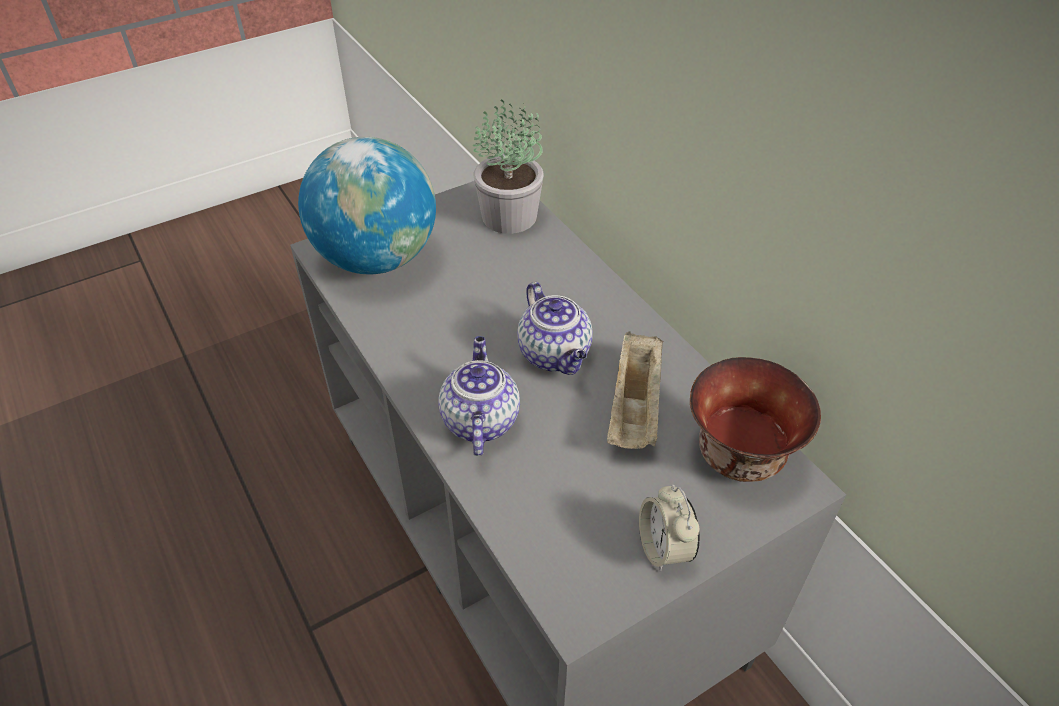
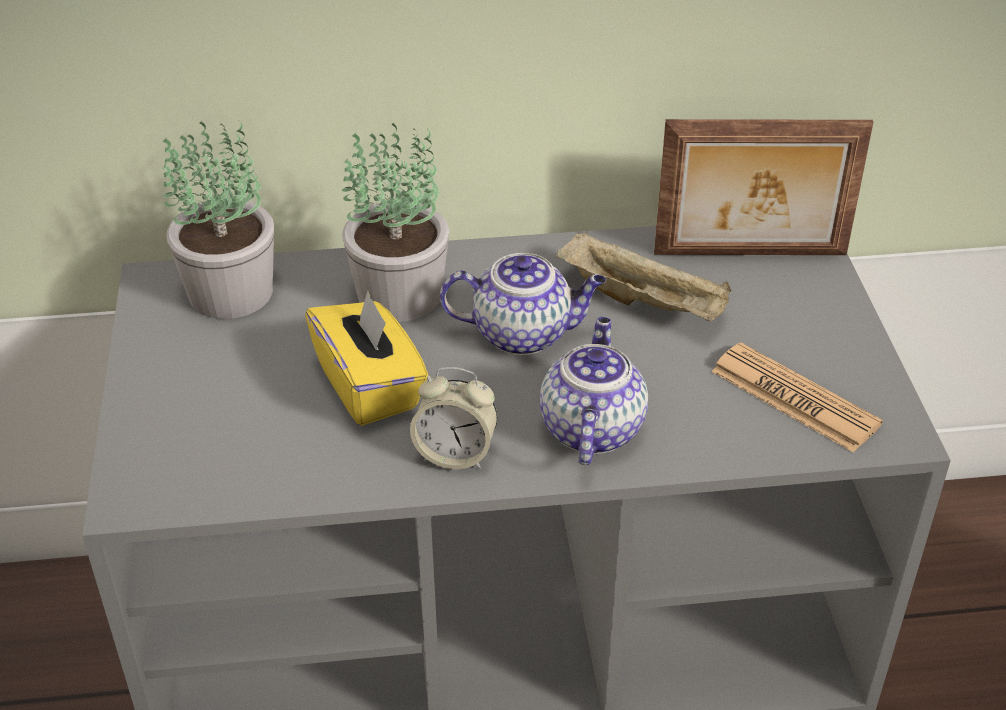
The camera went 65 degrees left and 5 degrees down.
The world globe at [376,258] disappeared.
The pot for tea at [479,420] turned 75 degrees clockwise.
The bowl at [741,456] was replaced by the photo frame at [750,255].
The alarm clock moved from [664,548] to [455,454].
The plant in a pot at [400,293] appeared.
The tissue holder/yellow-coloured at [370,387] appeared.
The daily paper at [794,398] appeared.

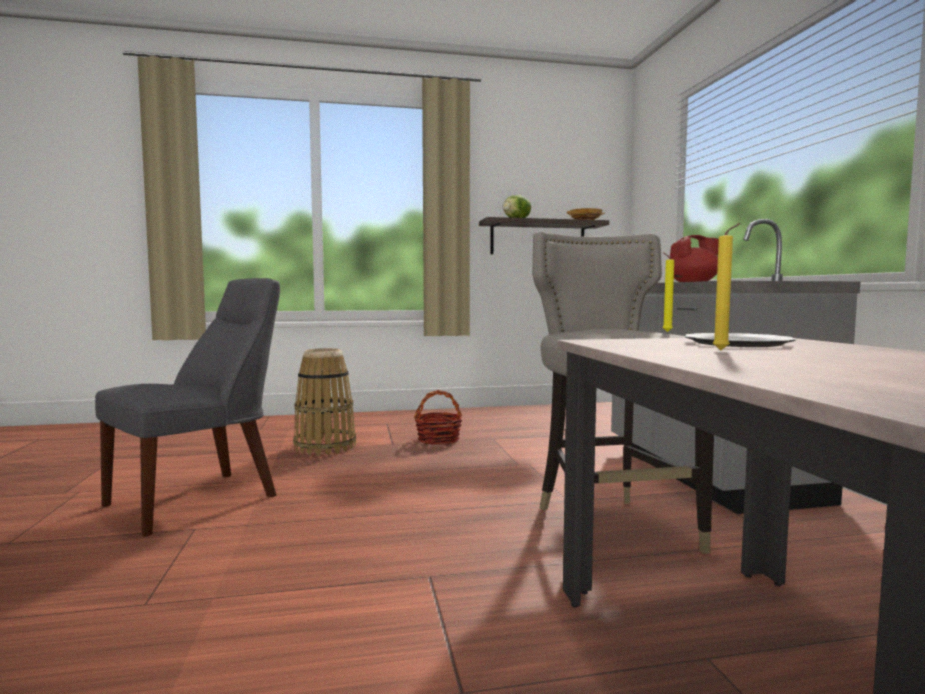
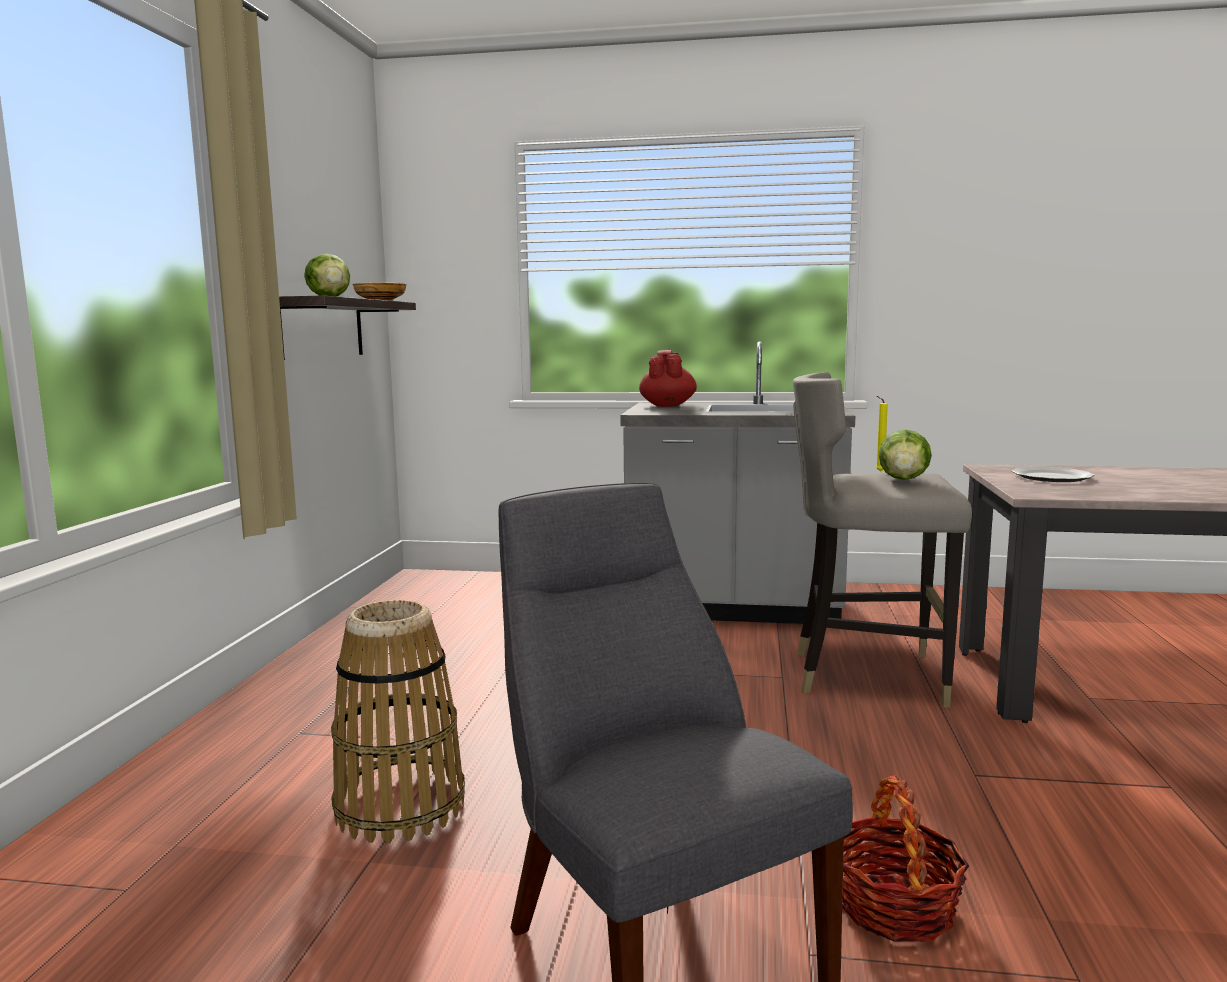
The camera went 70 degrees left and 5 degrees up.
The candle/yellow-coloured at [723,350] disappeared.
The basket moved from [438,439] to [894,907].
The lettuce at [903,479] appeared.

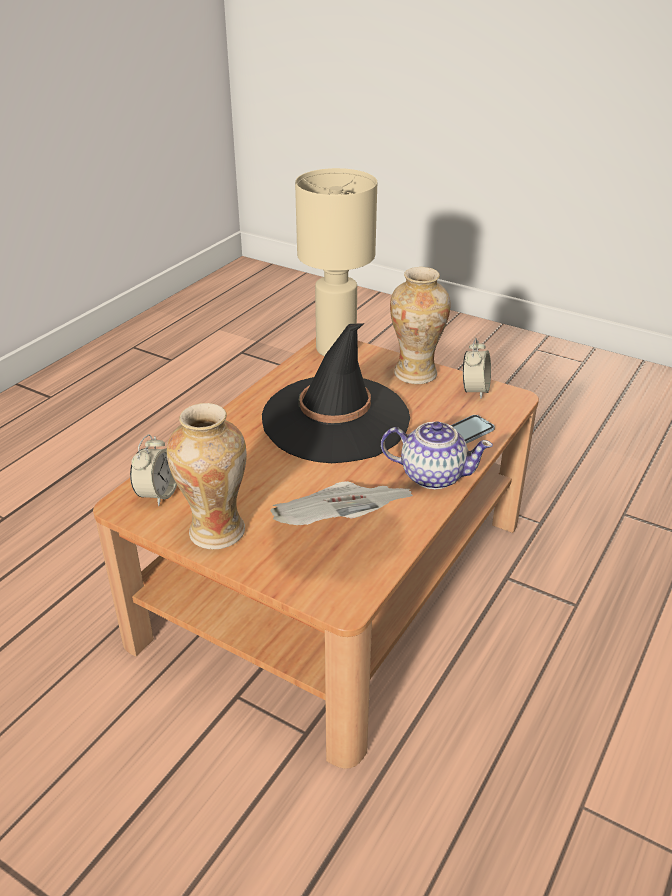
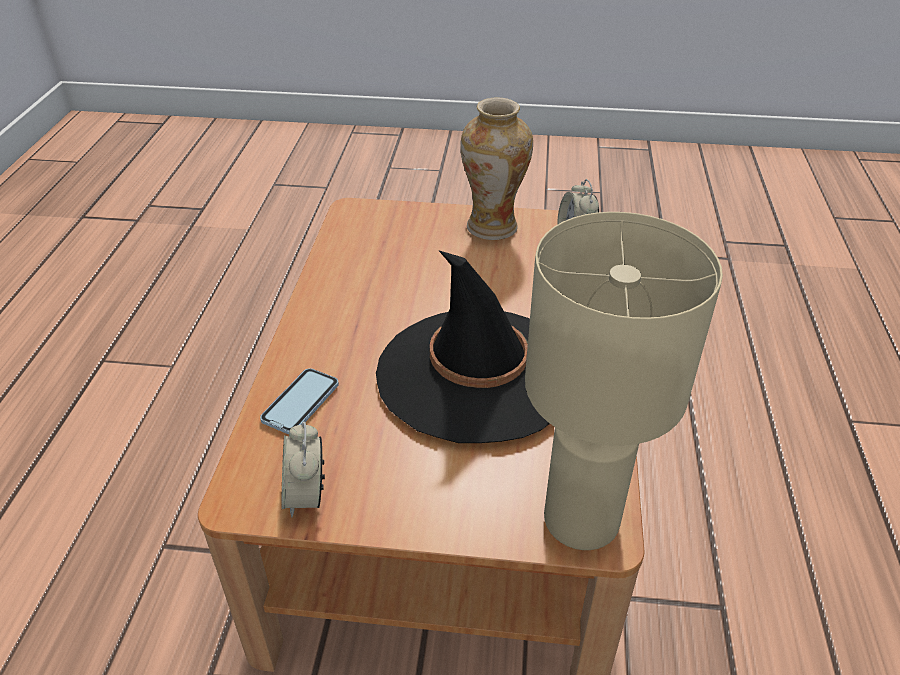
The camera went 155 degrees right and 5 degrees up.
The decorative vase at [415,374] disappeared.
The pot for tea at [432,475] disappeared.
The daily paper at [339,530] disappeared.

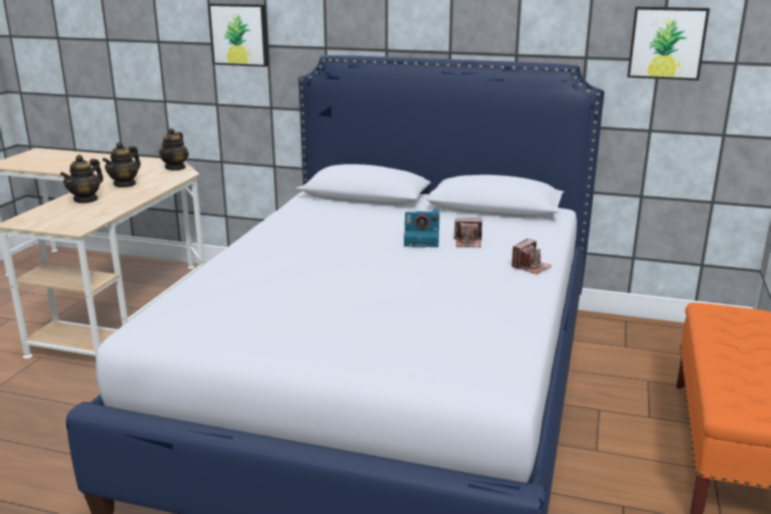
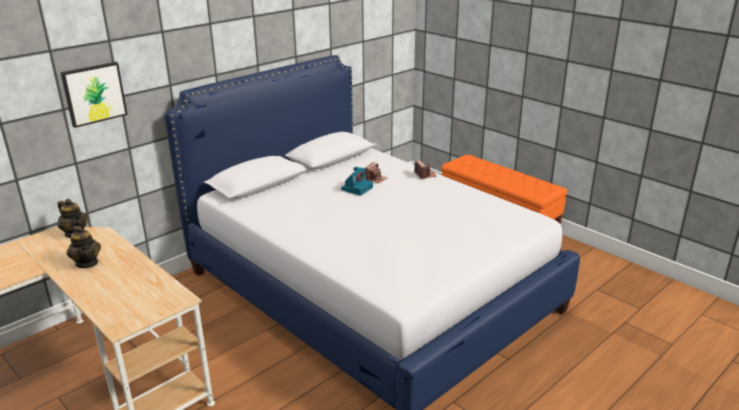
The camera went 60 degrees left and 5 degrees up.
The picture at [667,43] disappeared.
The pot for tea at [86,199] disappeared.

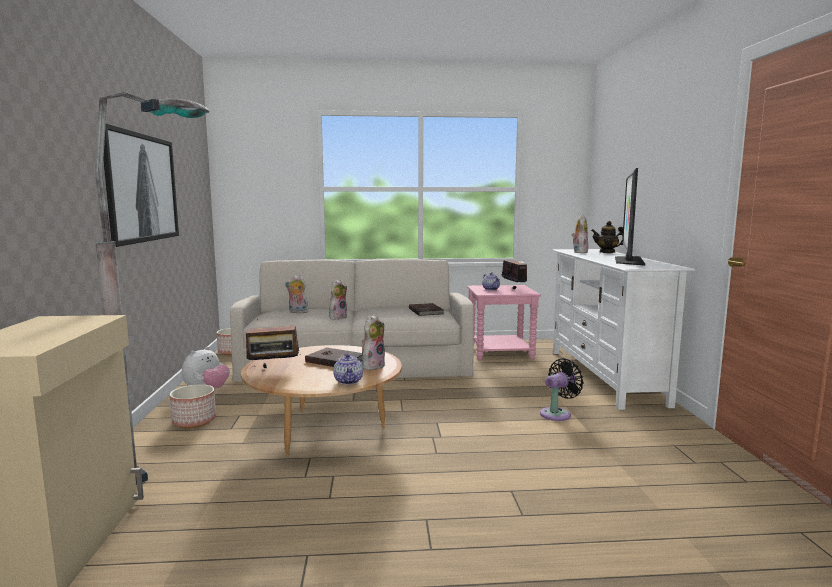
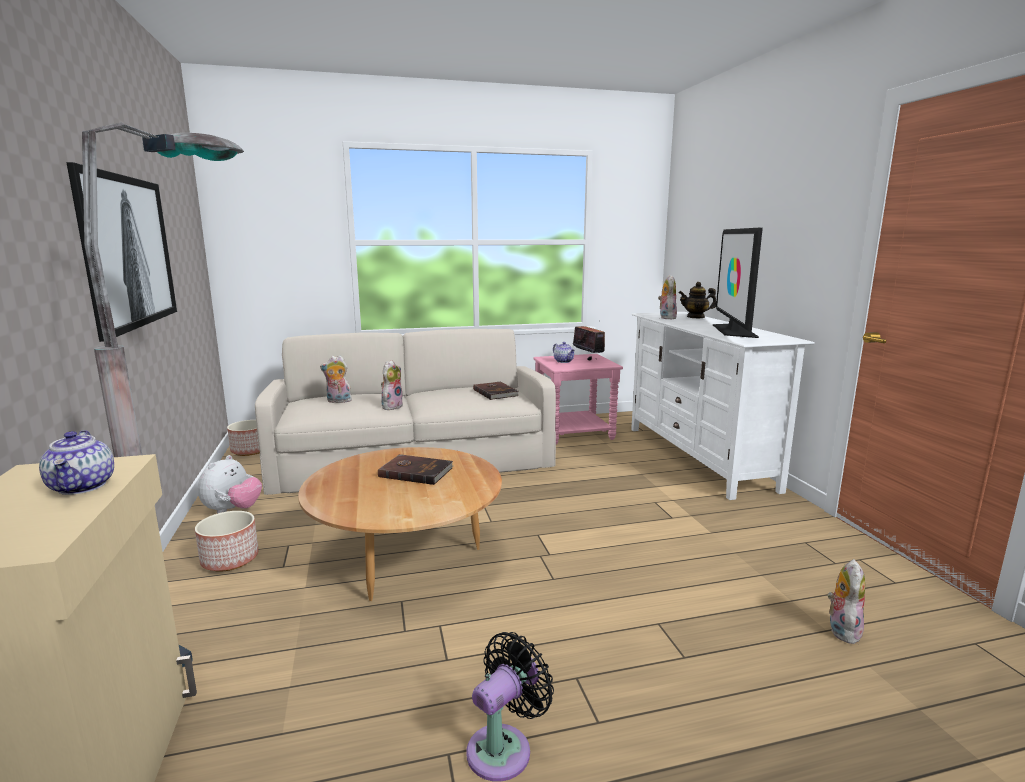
The camera went 10 degrees left and 5 degrees up.
The plush toy moved from [372,366] to [841,629].
The radio at [274,369] disappeared.
The pot for tea moved from [349,381] to [83,486].
The cooling fan/black moved from [557,414] to [504,748].

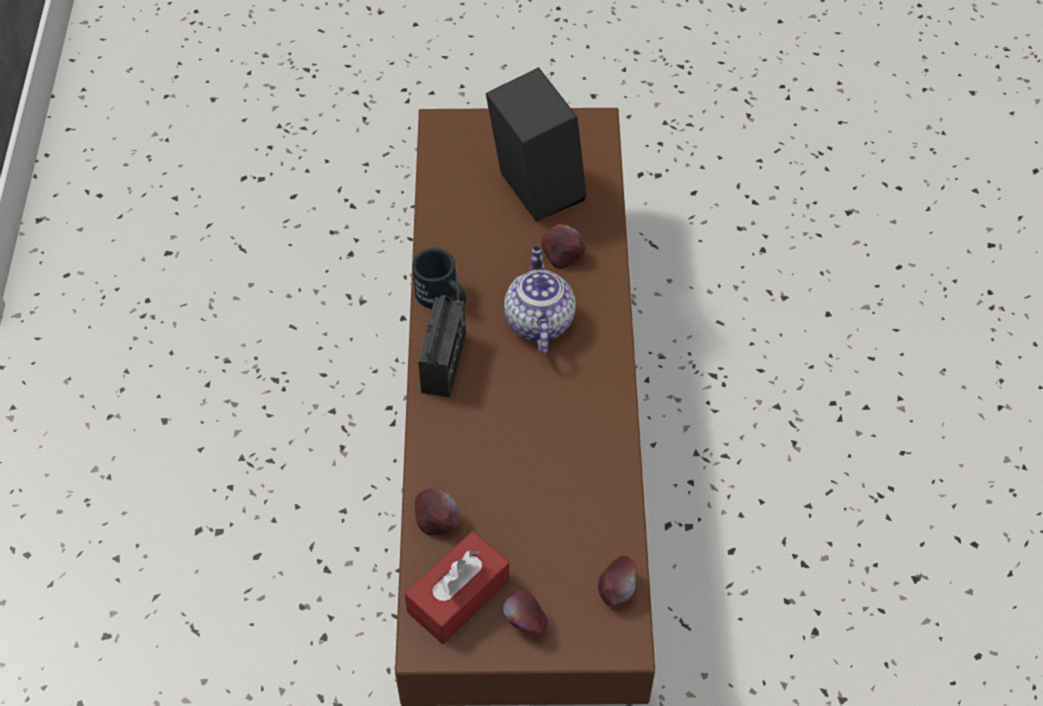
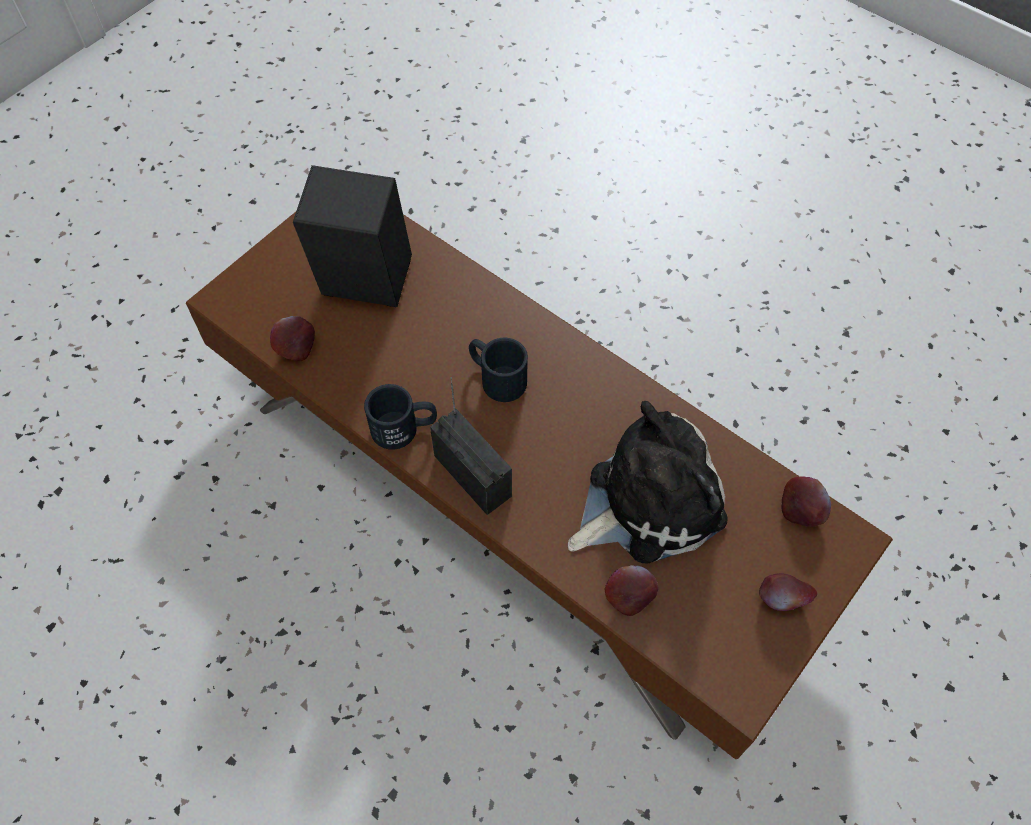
The camera went 50 degrees left and 5 degrees up.
The whole apple moved from [563,256] to [297,348].
The pot for tea at [538,321] was replaced by the coffee mug/black at [496,377].
The tissue holder/red-coloured at [458,596] disappeared.
The plush toy at [647,501] appeared.

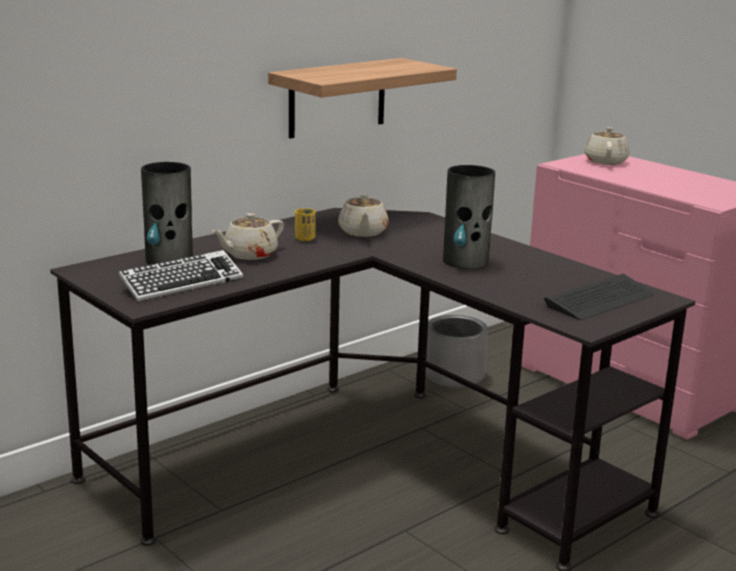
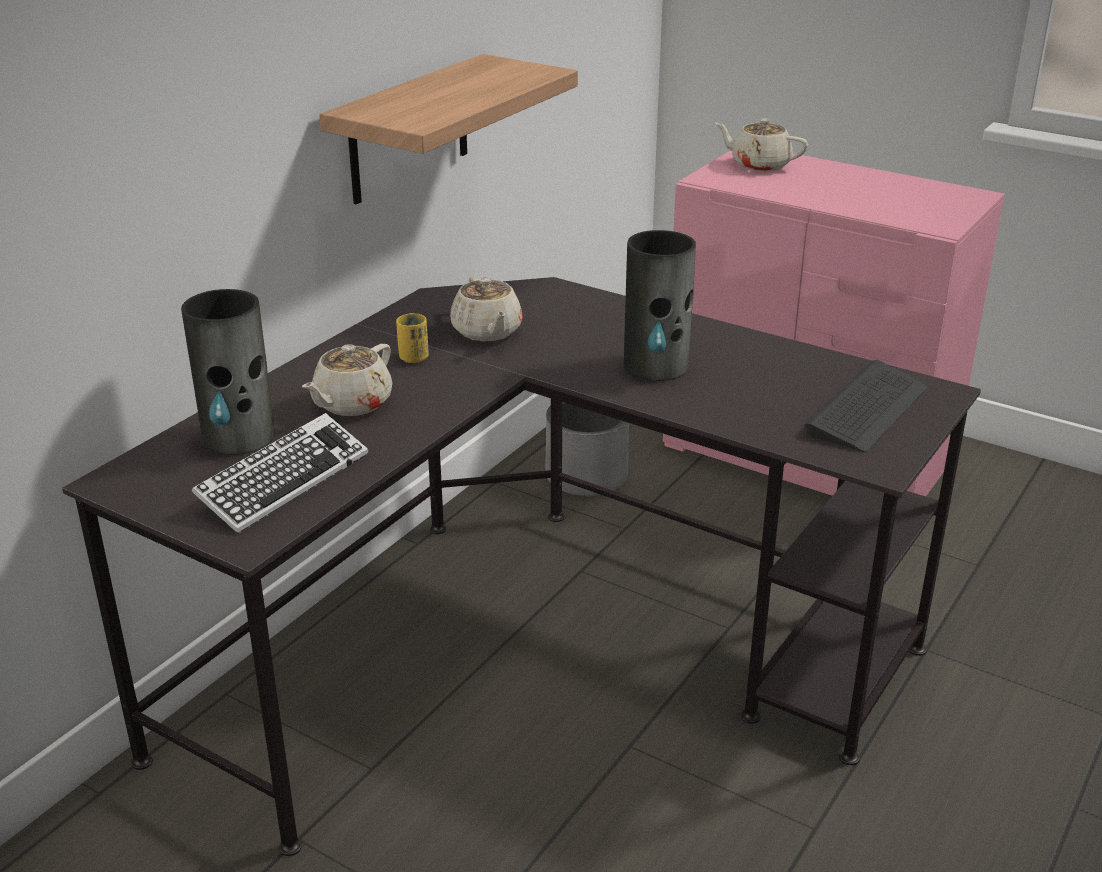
The camera went 15 degrees left and 10 degrees up.
The pot for tea/beige at [606,161] turned 60 degrees counterclockwise.

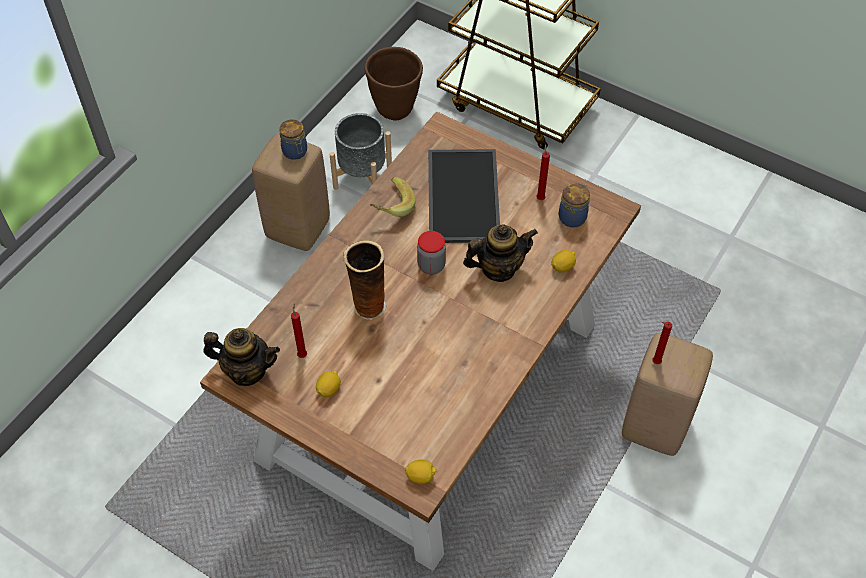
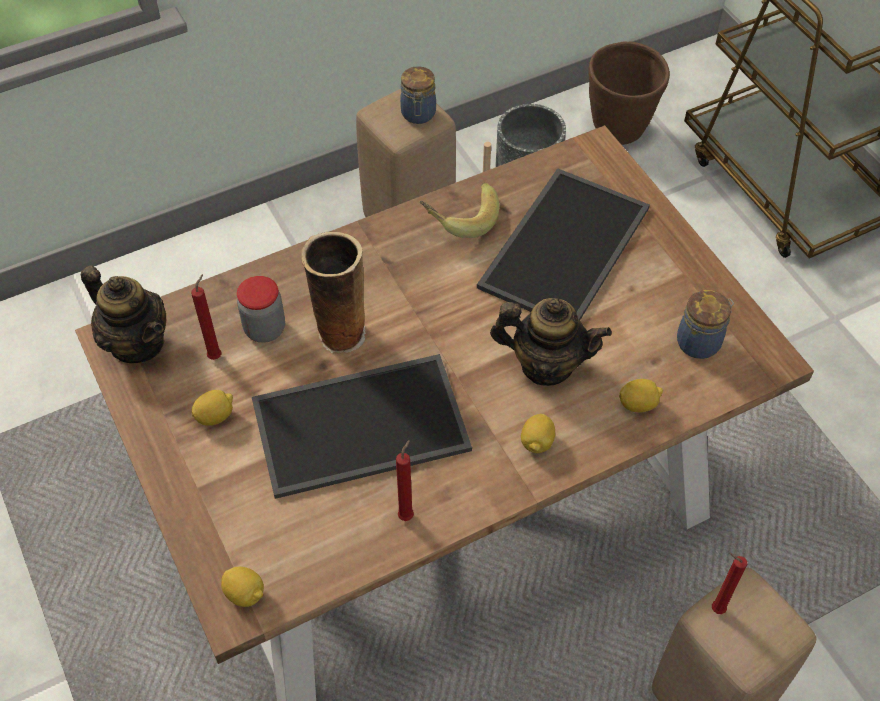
The camera went 30 degrees right and 0 degrees up.
The candle/red-coloured moved from [540,198] to [407,514].
The jar moved from [431,265] to [265,329].
The tray at [359,428] appeared.
The lemon at [537,442] appeared.

